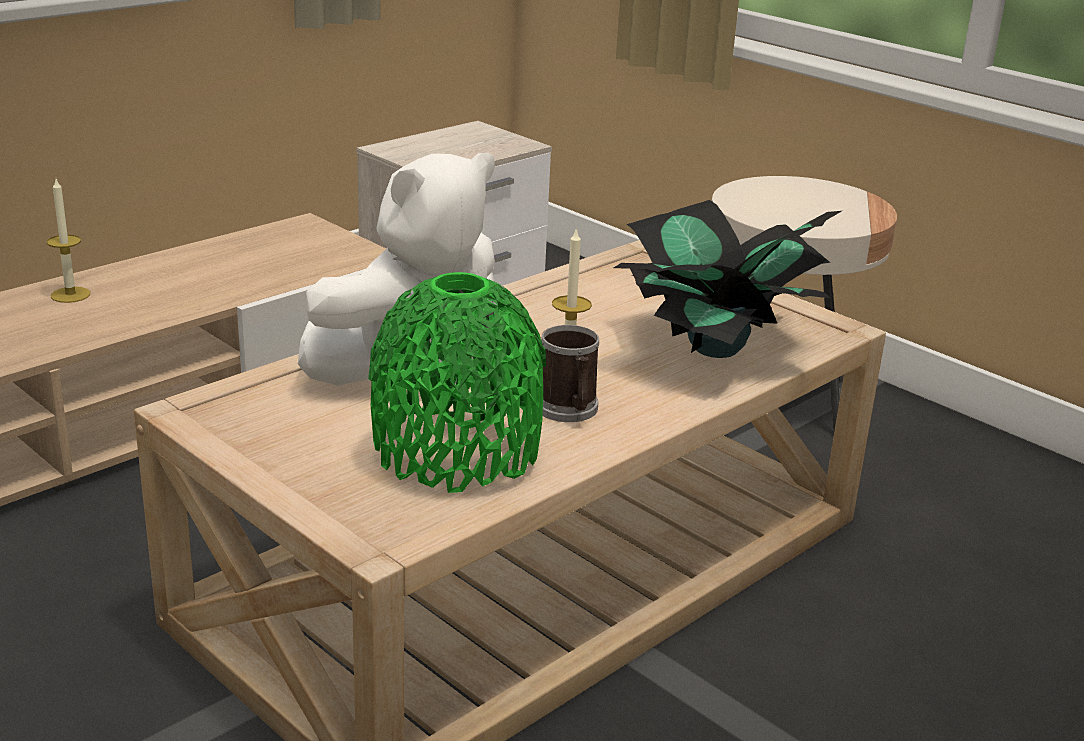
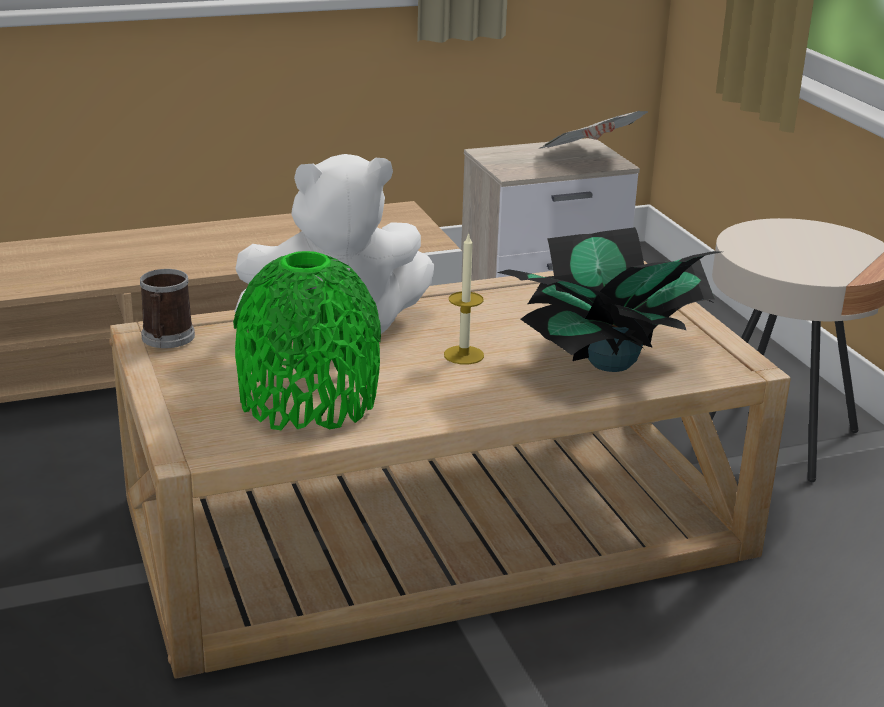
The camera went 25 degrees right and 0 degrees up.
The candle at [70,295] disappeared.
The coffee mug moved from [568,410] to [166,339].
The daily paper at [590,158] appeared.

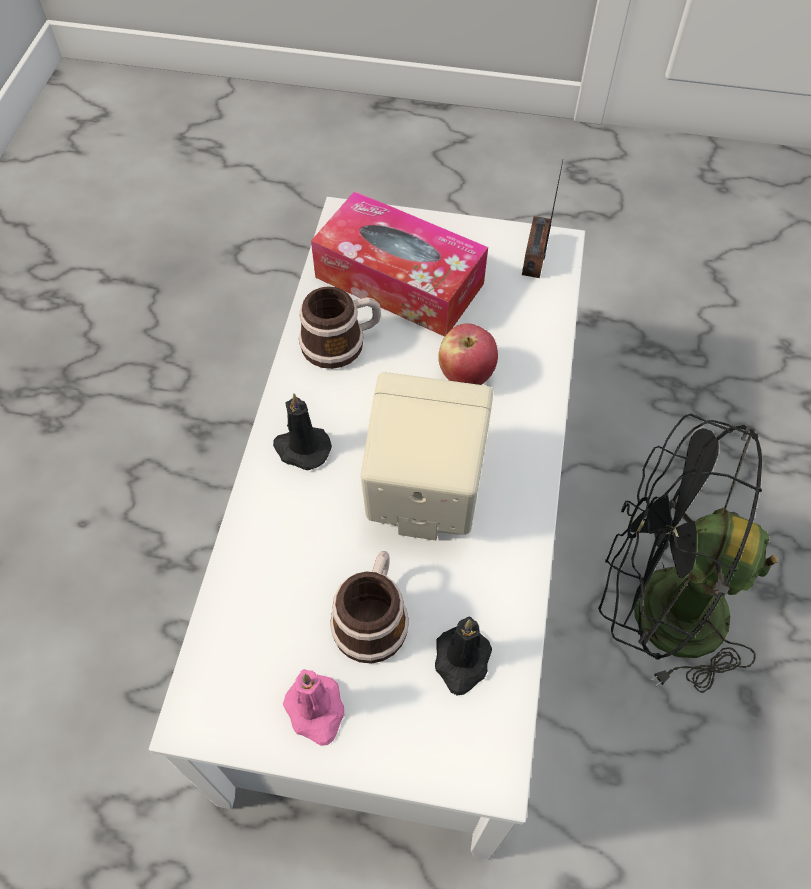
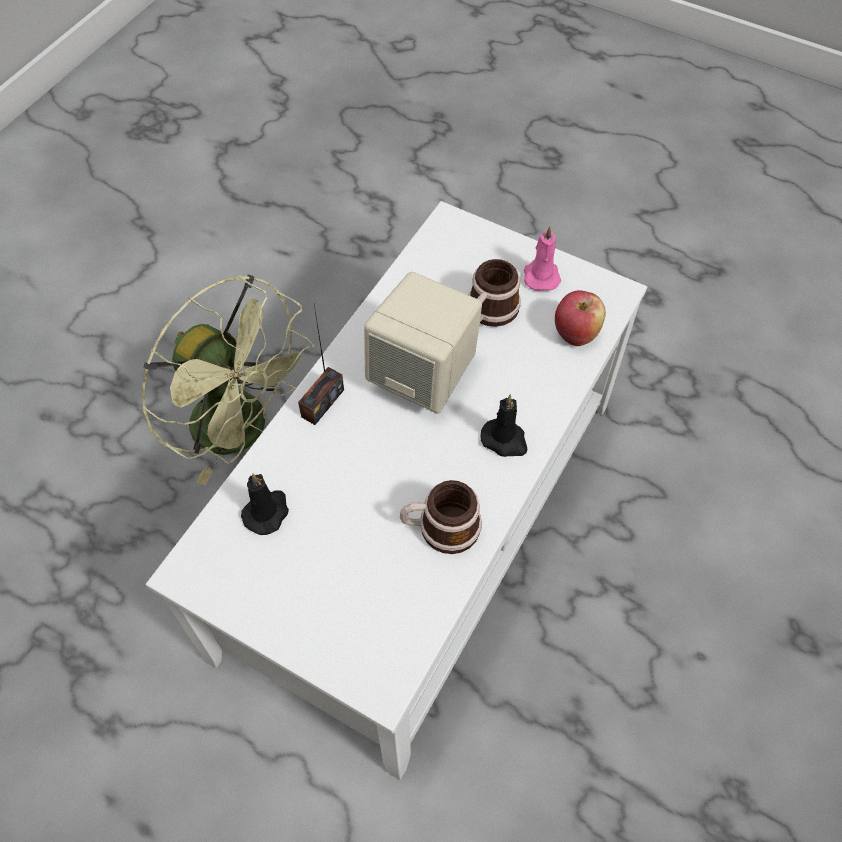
The camera went 160 degrees left and 0 degrees up.
The radio moved from [535,257] to [322,403].
The tissue holder at [399,280] disappeared.
The whole apple moved from [465,375] to [575,334].
The cooling fan/black at [655,609] became the cooling fan/green at [244,430].
The candle/black moved from [461,661] to [267,512].

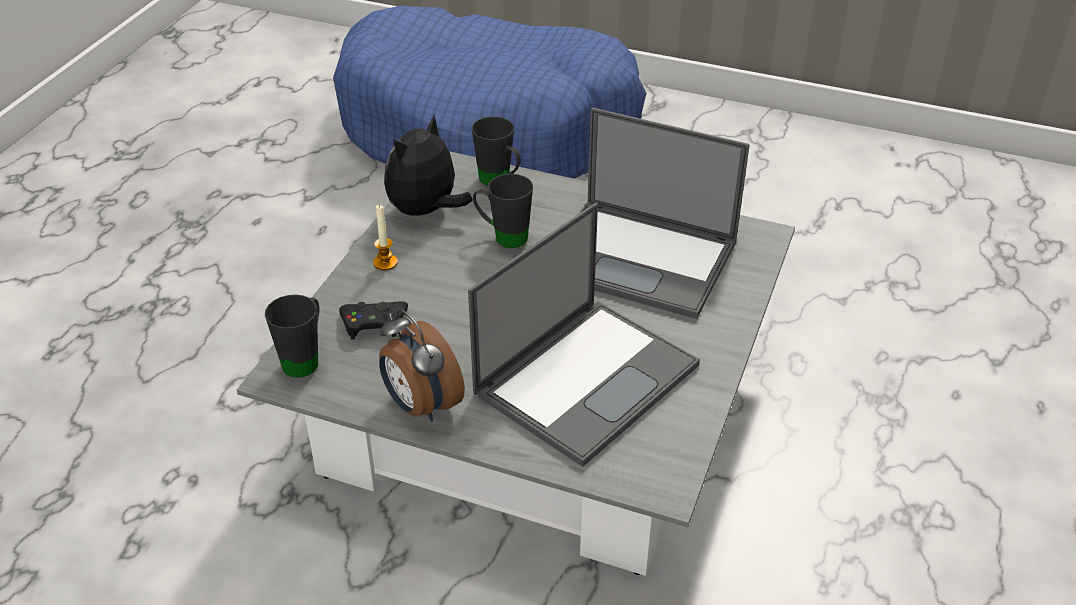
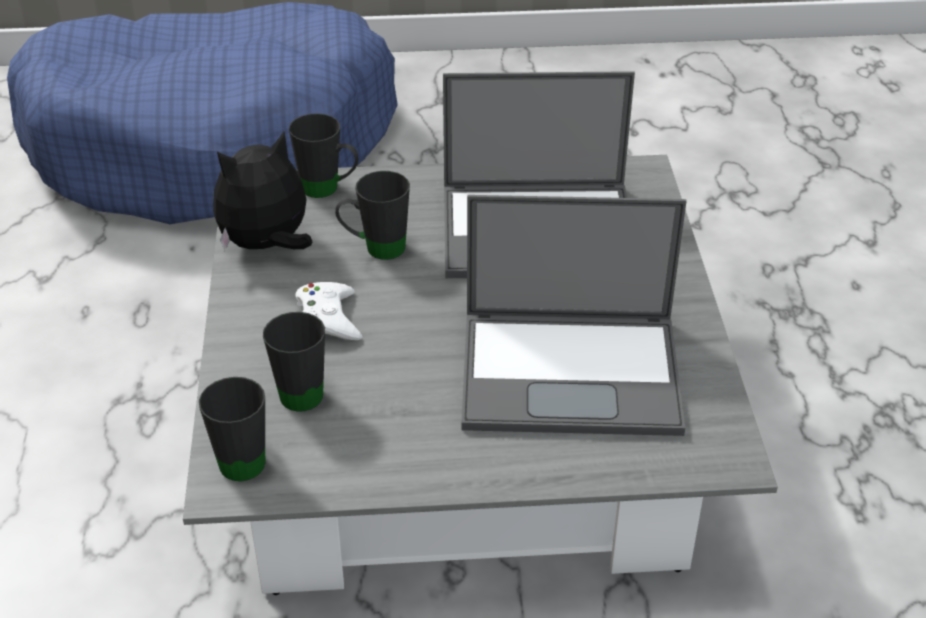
The camera went 25 degrees left and 0 degrees up.
The plush toy at [426,211] turned 45 degrees clockwise.
The portable computer at [587,377] turned 75 degrees clockwise.
The candle at [385,263] disappeared.
The joypad/black at [374,323] was replaced by the coffee mug/black at [296,388].
The alarm clock at [420,405] disappeared.
The joypad/white at [328,319] appeared.

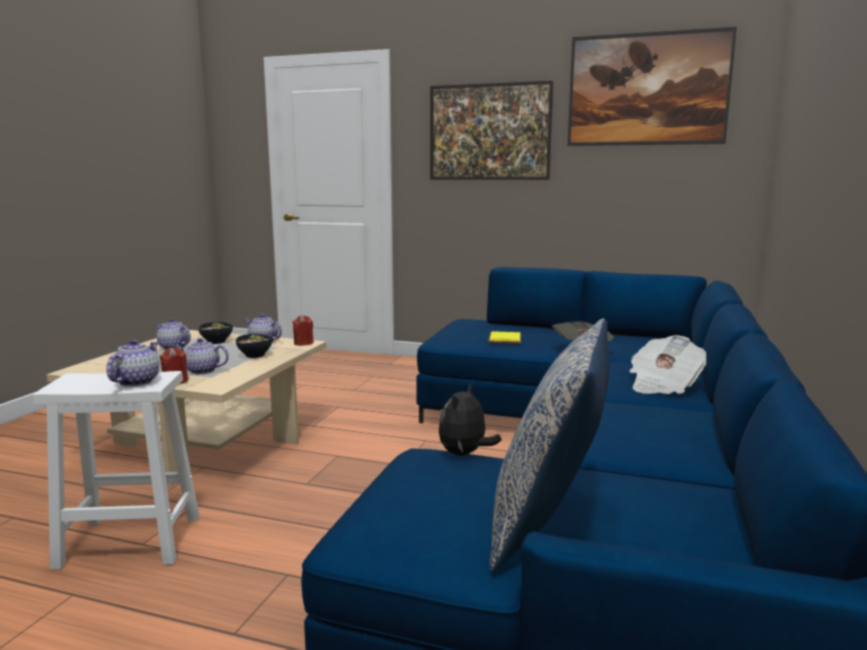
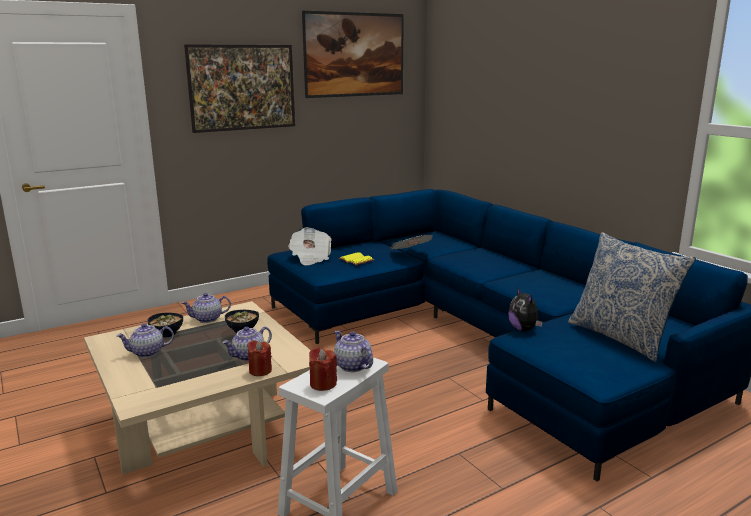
The camera went 50 degrees left and 5 degrees up.
The candle/red-coloured moved from [303,343] to [323,384].
The daily paper moved from [663,385] to [310,258].

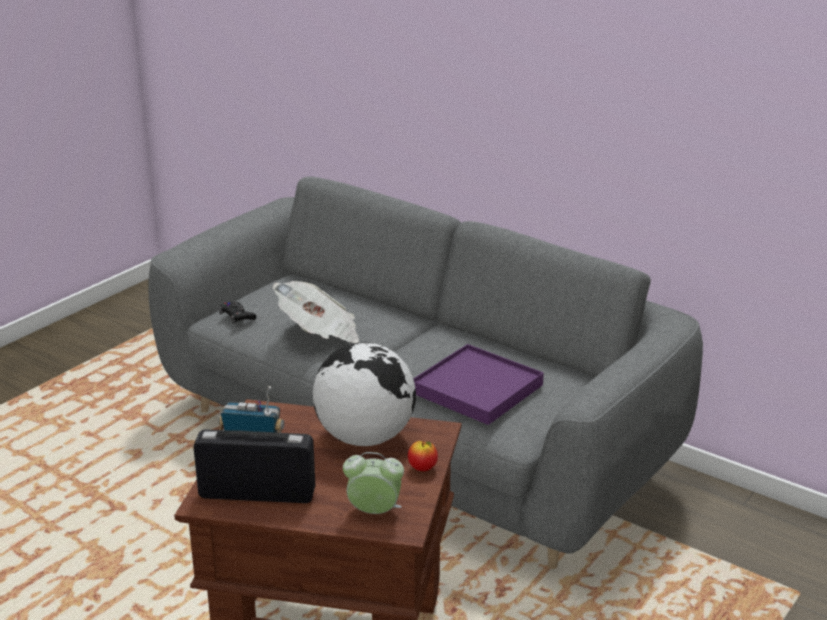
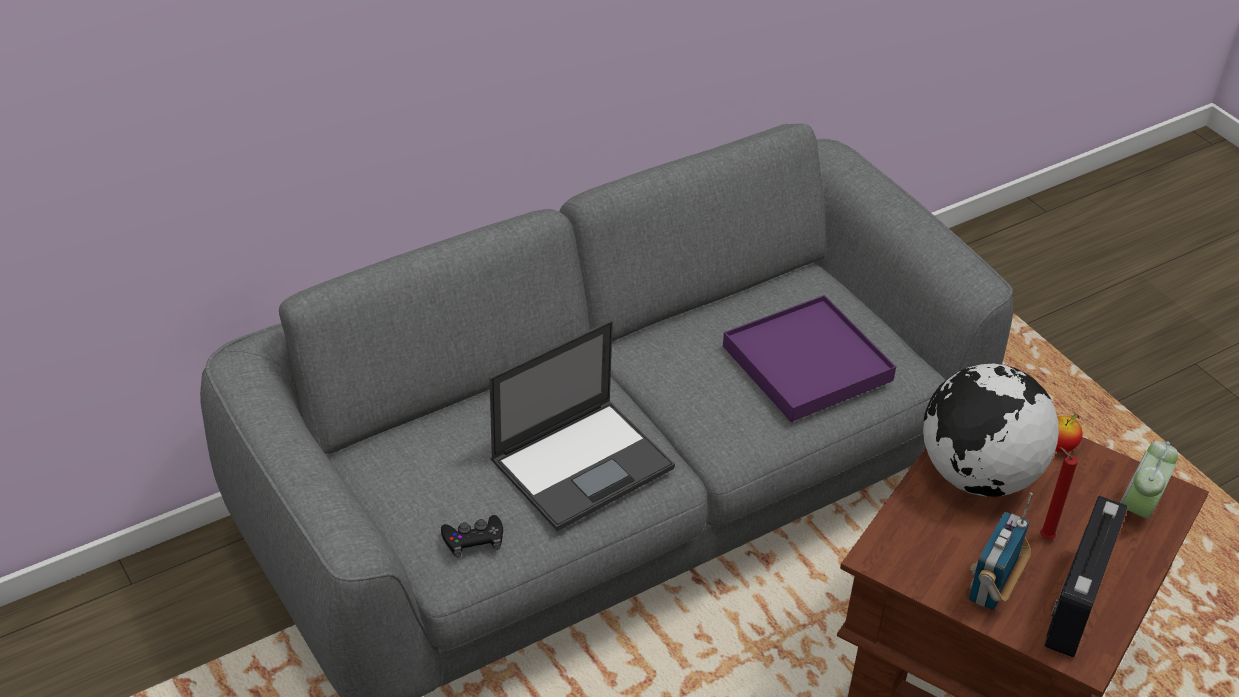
The camera went 70 degrees left and 15 degrees up.
The daily paper at [319,333] was replaced by the portable computer at [583,463].
The candle/red-coloured at [1044,537] appeared.

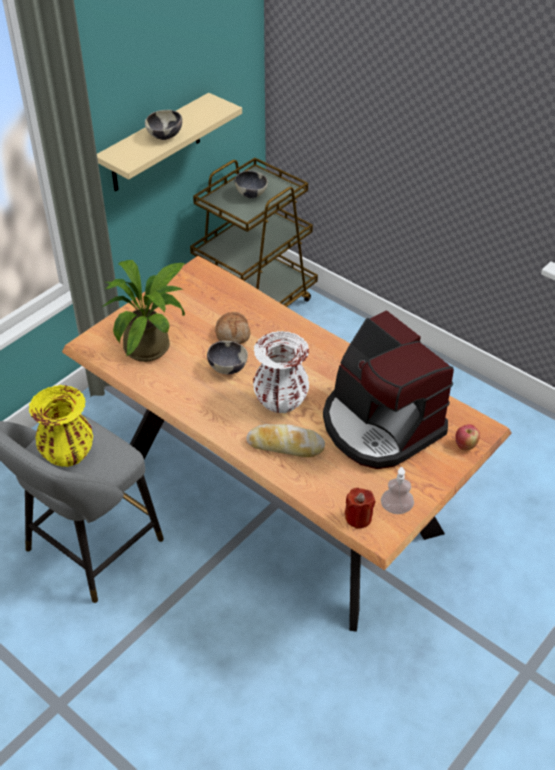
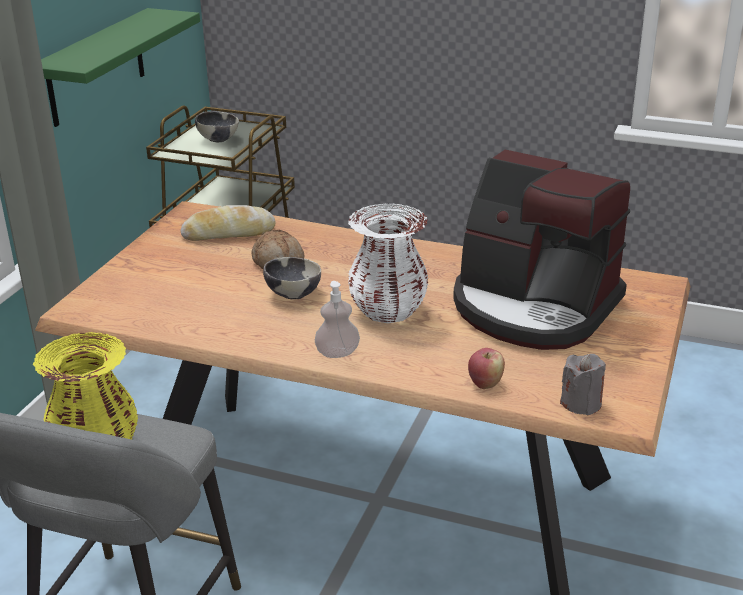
The camera went 20 degrees left and 15 degrees down.
The bracket shelf/beige at [155,144] became the bracket shelf/green at [96,67].
The bowl at [165,136] disappeared.
The plant in a pot at [152,345] disappeared.
The baked bread moved from [285,445] to [228,233].
The whole apple moved from [465,445] to [485,383].
The soap dispenser moved from [396,508] to [337,353].
The candle/red-coloured at [358,518] became the candle/gray at [581,403].

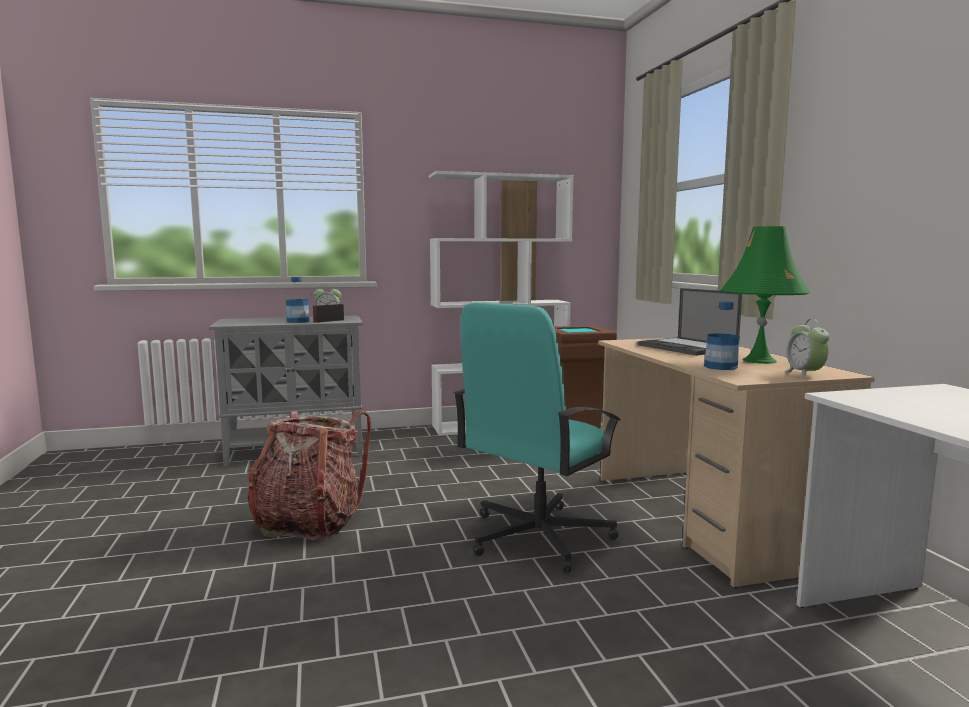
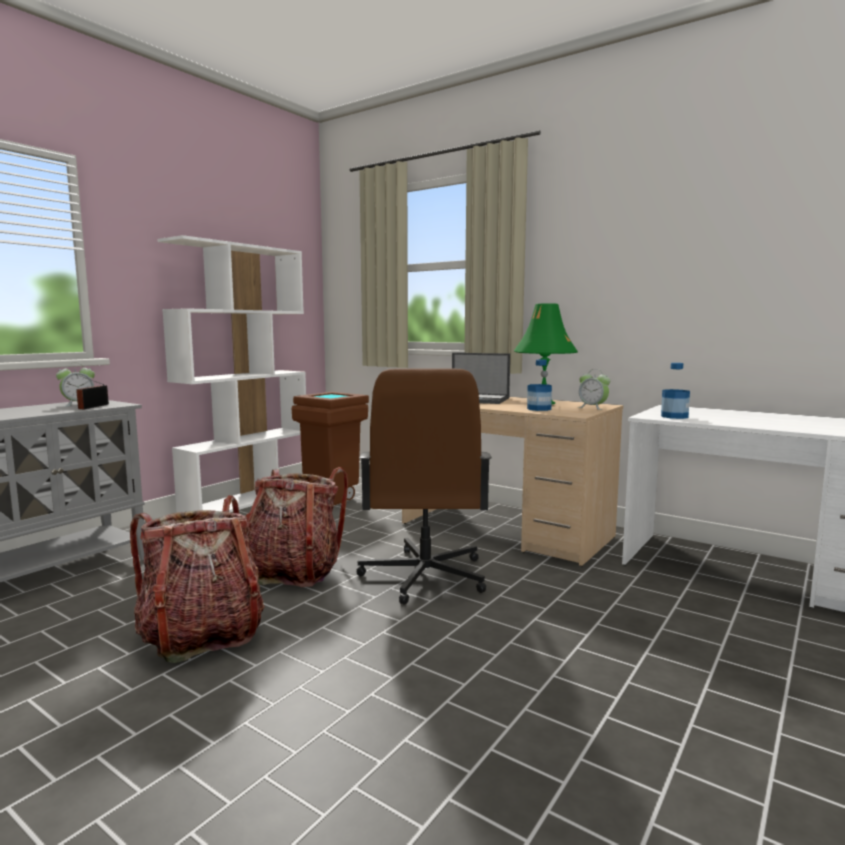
The camera went 40 degrees left and 0 degrees up.
The bottle moved from [298,321] to [674,416].
The desk chair/turquoise at [537,537] became the desk chair/brown at [424,576].
The rucksack at [293,572] appeared.

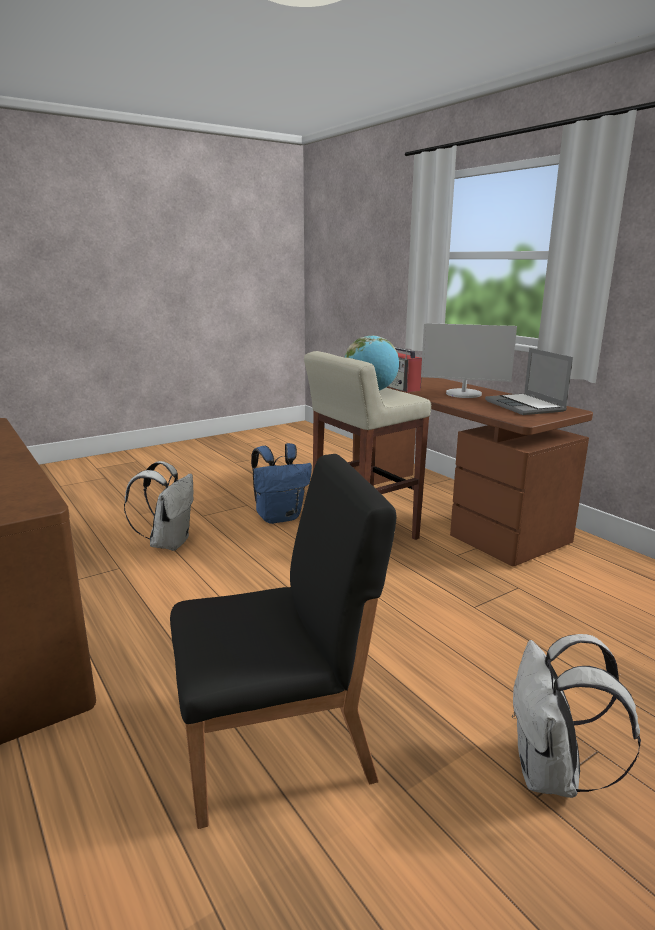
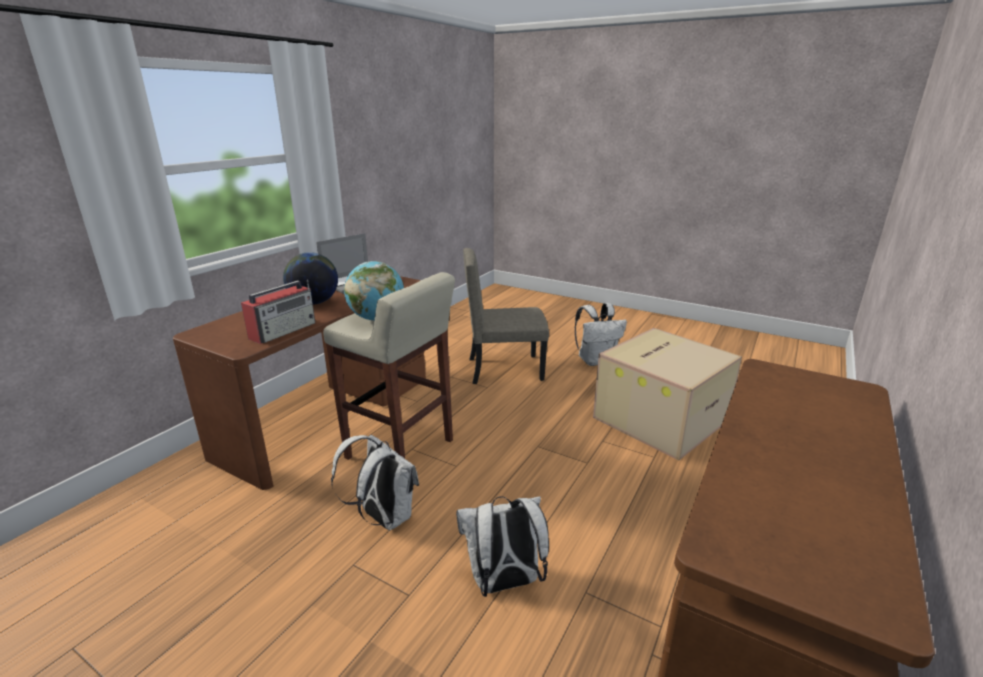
The camera went 115 degrees left and 5 degrees up.
The computer display at [464,394] was replaced by the world globe at [314,302].
The rucksack/bluish at [280,517] became the rucksack/white at [383,517].
The chair/black at [277,745] was replaced by the cardboard box at [659,418].
The chair/beige at [505,369] appeared.

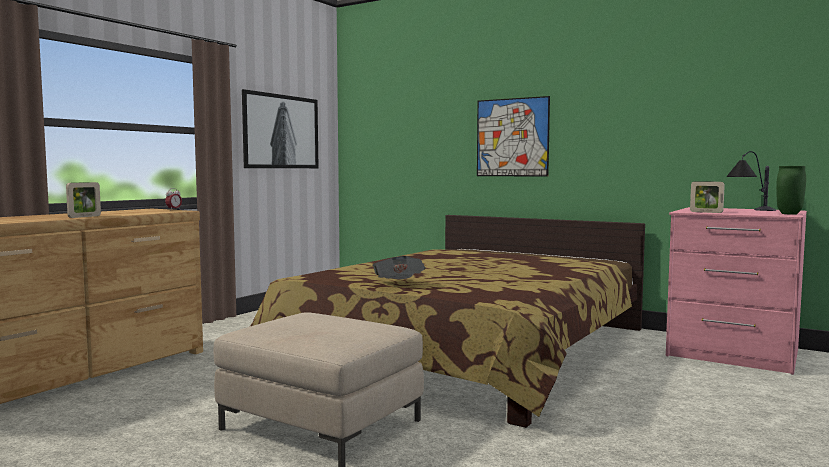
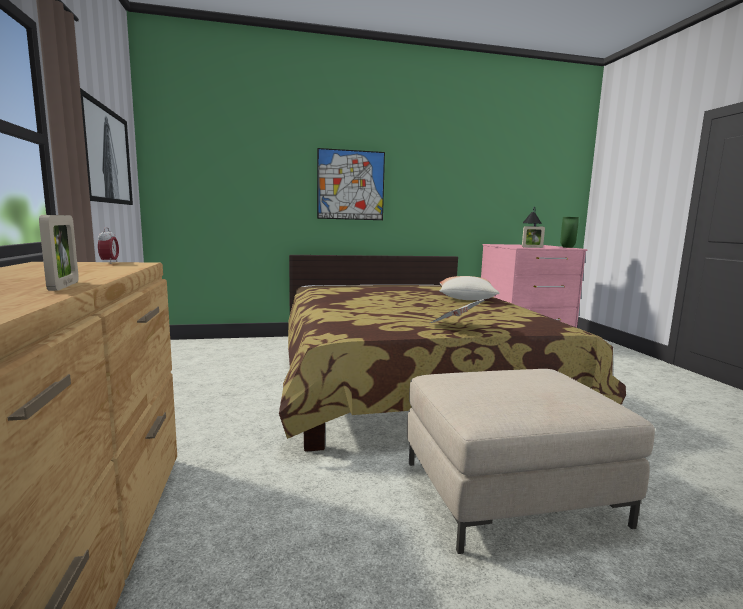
The camera went 45 degrees left and 5 degrees up.
The cushion at [466,298] appeared.

